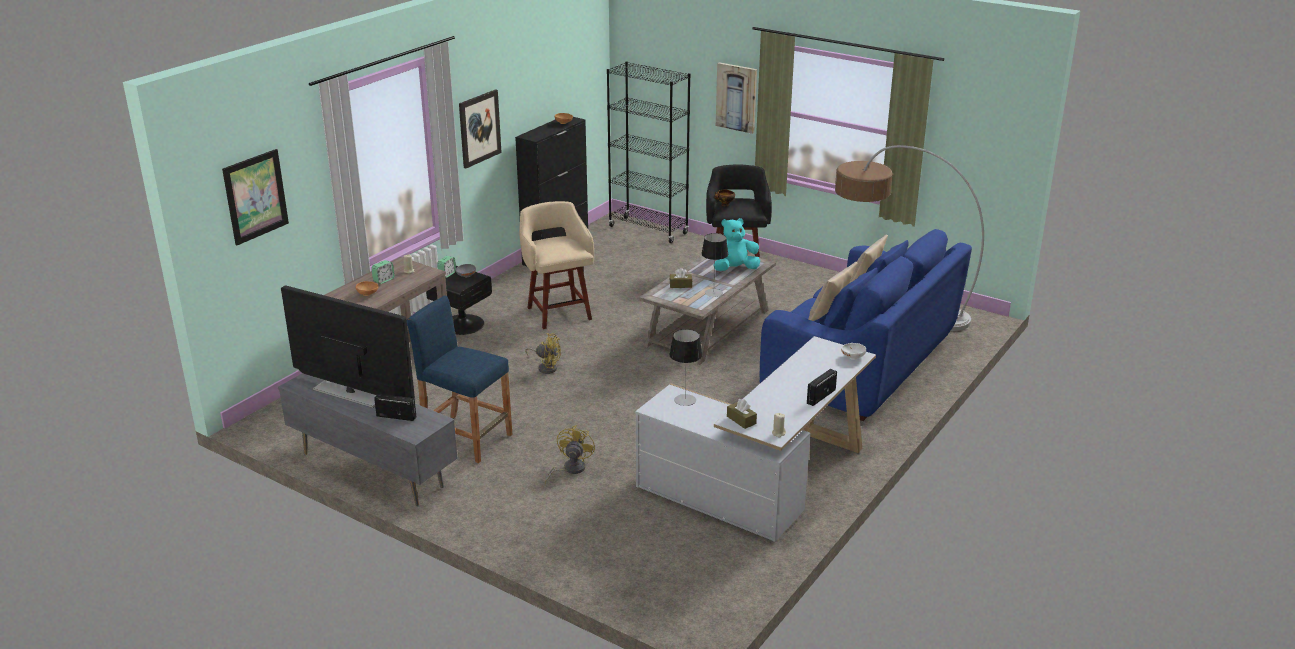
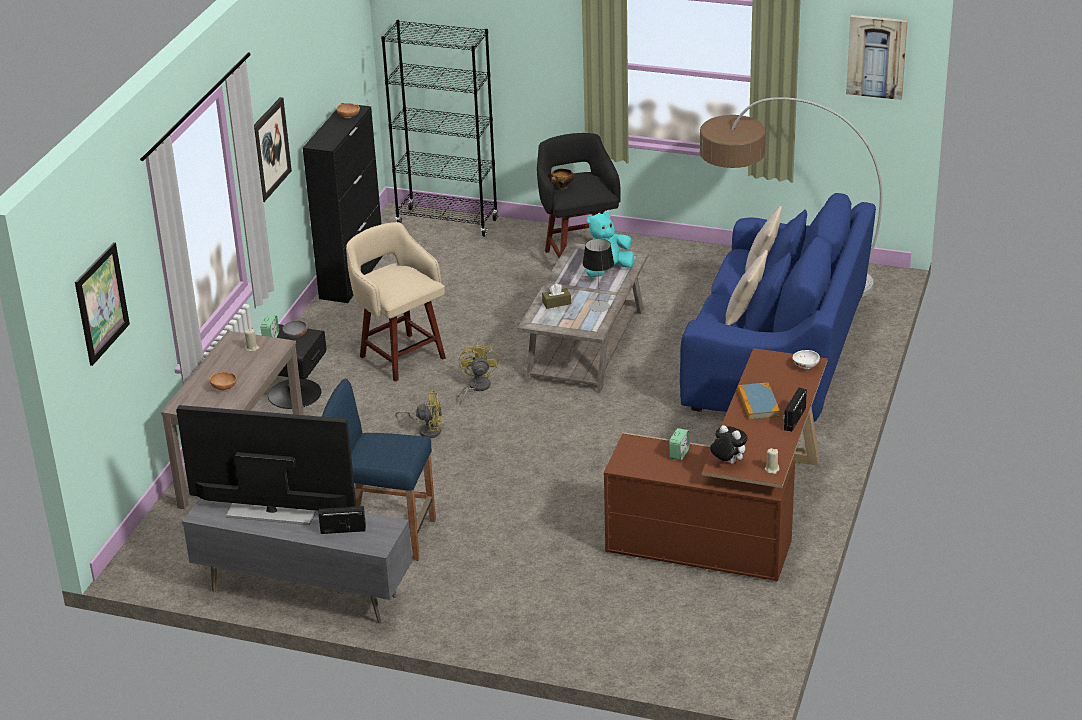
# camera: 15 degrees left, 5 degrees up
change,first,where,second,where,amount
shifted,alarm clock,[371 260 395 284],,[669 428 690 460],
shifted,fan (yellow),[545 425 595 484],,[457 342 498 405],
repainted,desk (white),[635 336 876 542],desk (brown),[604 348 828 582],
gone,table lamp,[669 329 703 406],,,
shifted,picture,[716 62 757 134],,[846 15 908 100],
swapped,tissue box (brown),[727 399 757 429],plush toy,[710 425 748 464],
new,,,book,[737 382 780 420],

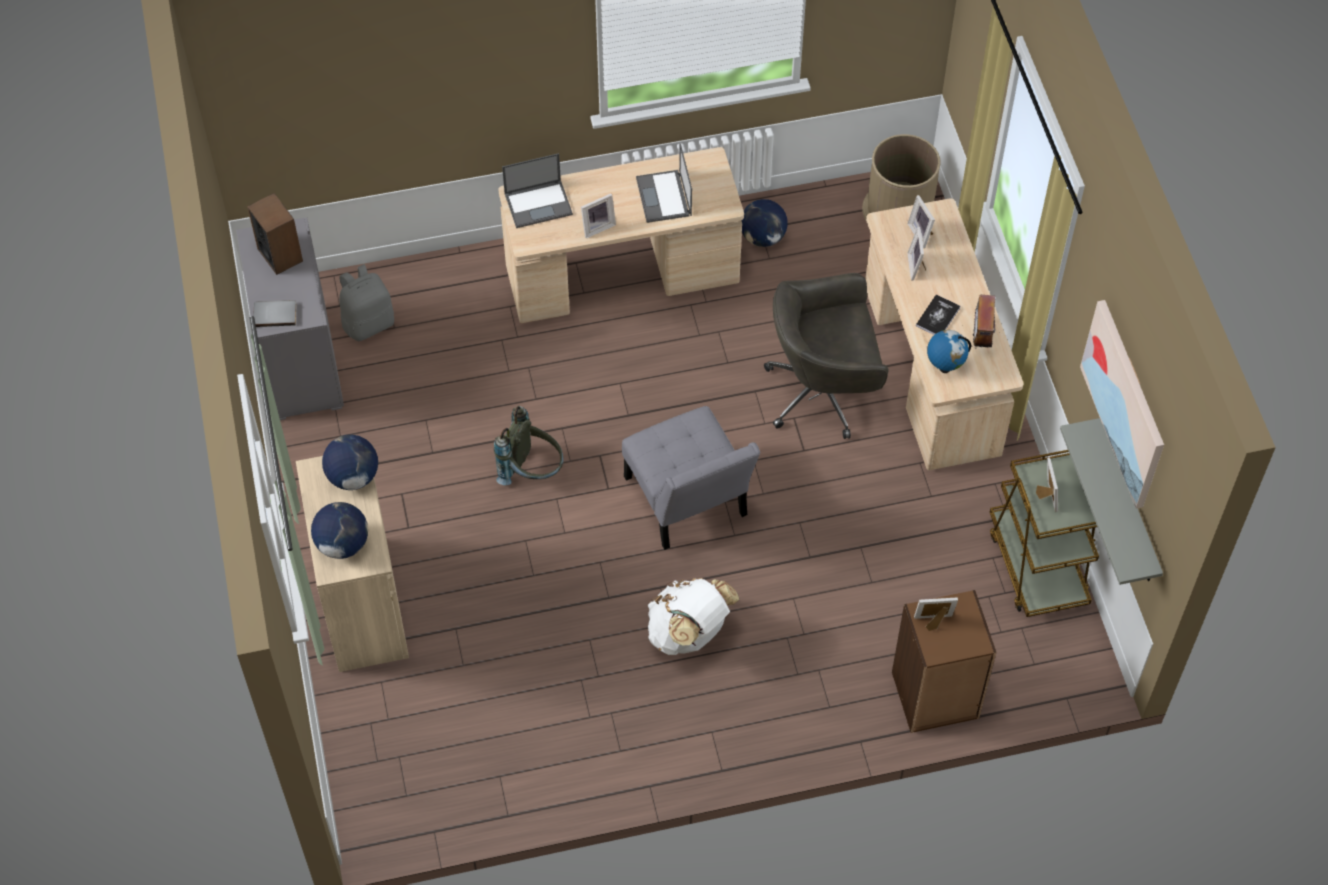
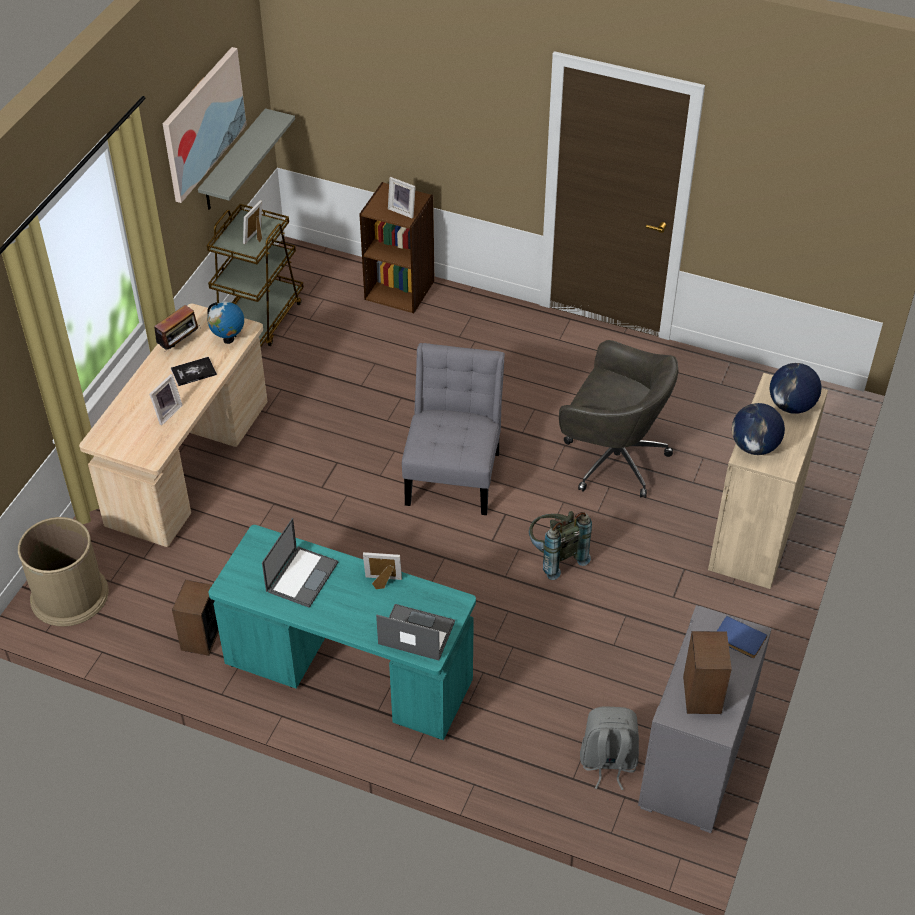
# camera: 145 degrees left, 10 degrees down
change,first,where,second,where,amount
repainted,book (grey),[253 300 297 327],book (blue),[717 616 767 658],
repainted,desk (beige),[499 147 744 323],desk (turquoise),[209 525 476 740],
gone,backpack (white),[647 578 739 655],,,
swapped,globe,[741 199 788 247],speaker,[172 580 219 656],
shifted,office chair (grey),[764 273 889 439],,[559 340 679 498],
gone,picture frame,[907 195 935 248],,,

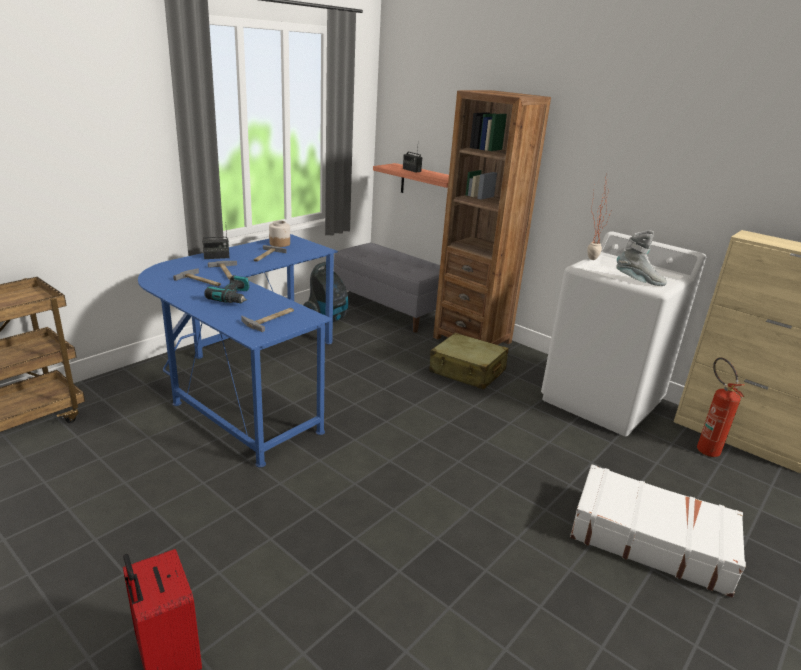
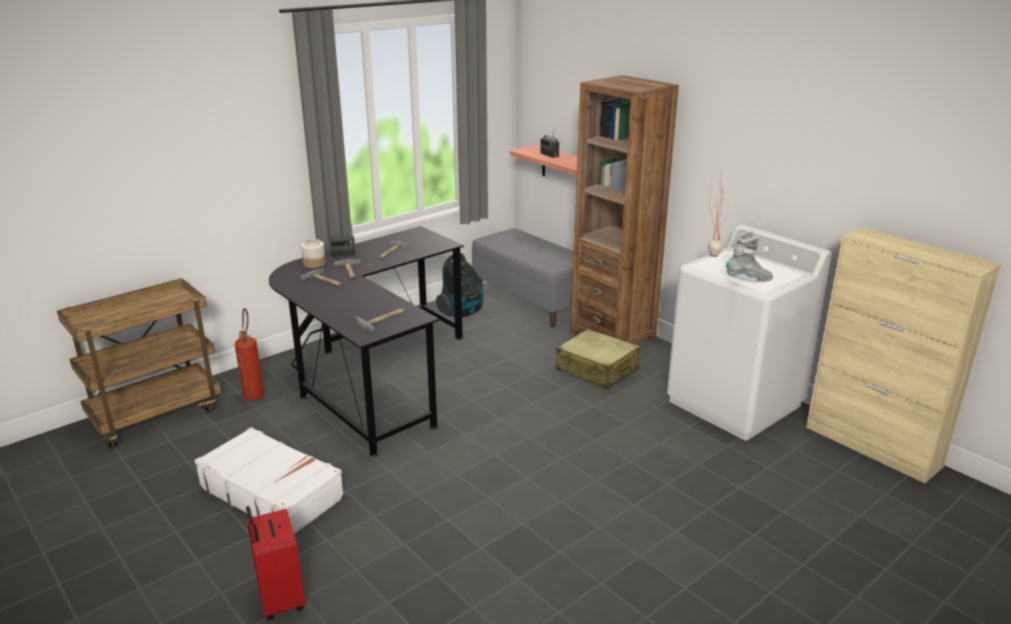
# camera: 10 degrees right, 0 degrees up
change,first,where,second,where,amount
repainted,desk (blue),[138 234 338 467],desk (black),[269 226 464 457],
gone,power drill,[204 275 249 303],,,
shifted,jar,[269 220 290 247],,[301 239 326 268],
shifted,suitcase (white),[570 464 746 597],,[195 427 344 535],
rotated,boot (grey),[616 230 667 286],,[726 231 773 282],45 degrees counterclockwise
shifted,fire extinguisher,[697 357 745 457],,[235 308 264 401],

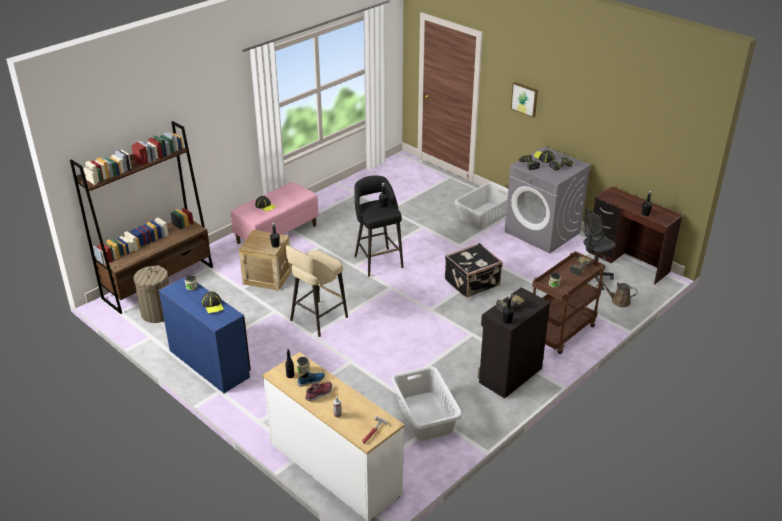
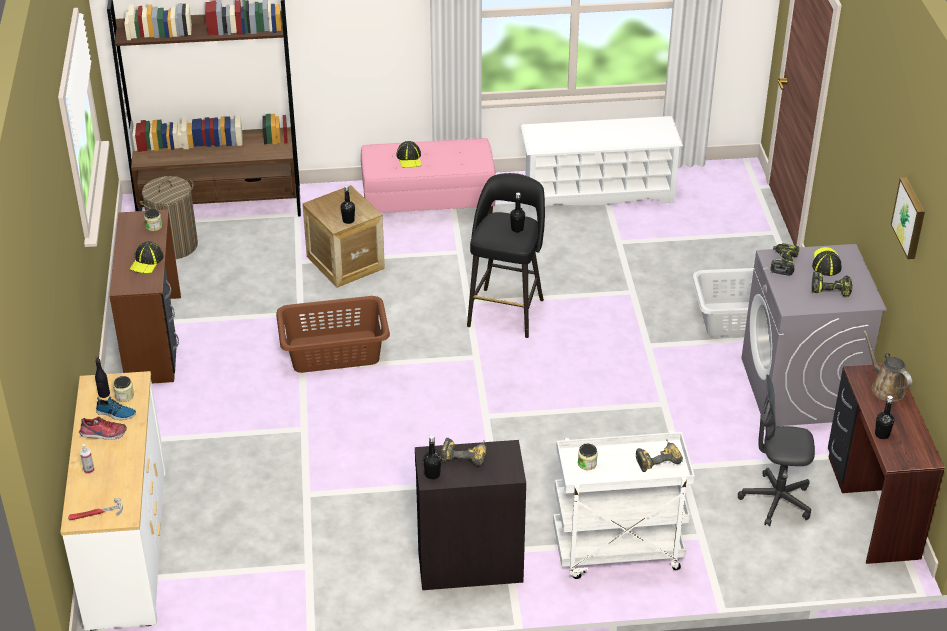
# camera: 40 degrees right, 5 degrees up
change,first,where,second,where,amount
repainted,desk (blue),[159 277 251 393],desk (brown),[109 210 181 384],
swapped,stool (beige),[286 245 348 337],laundry basket (brown),[276 296 390 373],
gone,laundry basket (grey),[392 366 462 441],,,
gone,suitcase (black),[445 243 503 298],,,
shifted,picture,[511 82 538 118],,[891 178 925 259],
repainted,cart (brown),[532 251 605 354],cart (white),[553 431 695 579],
shifted,watering can (brown),[598 277 638 307],,[863 330 912 402],
new,,,shoe rack (white),[521 116 683 212],

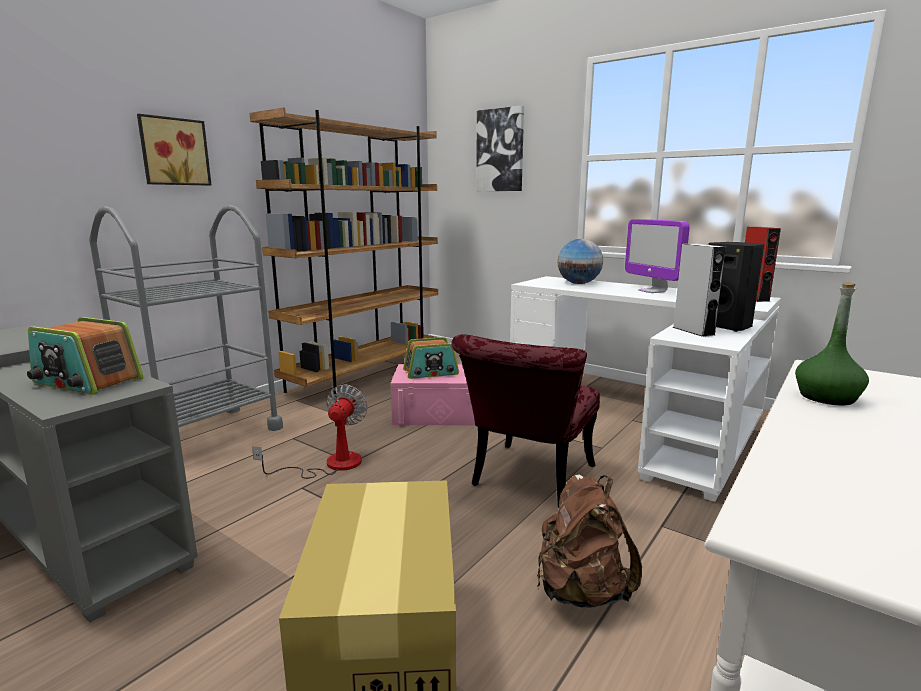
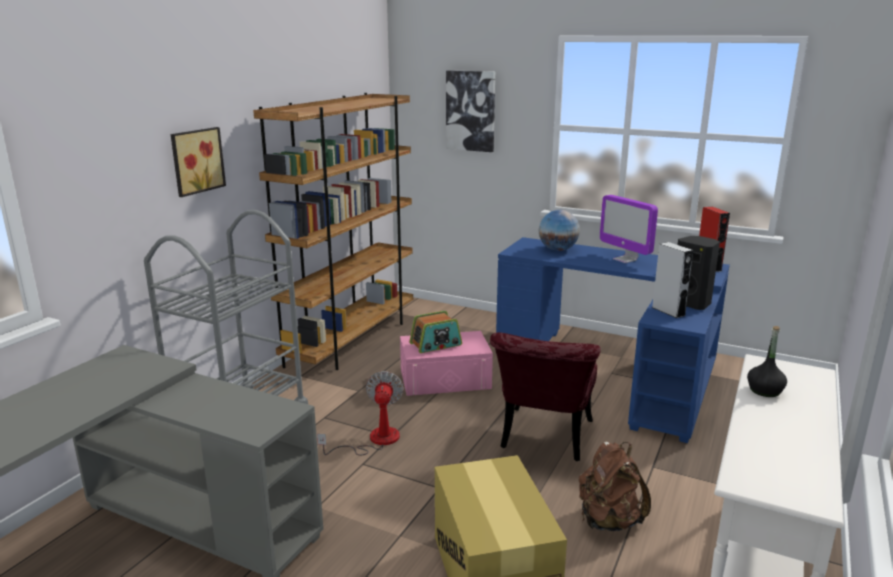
# camera: 10 degrees left, 5 degrees up
change,first,where,second,where,amount
gone,radio,[27 317 143 395],,,
repainted,desk (white),[510 276 781 502],desk (blue),[496 237 730 443],
repainted,bottle (green),[795 282 869 405],bottle (black),[747 326 787 397],

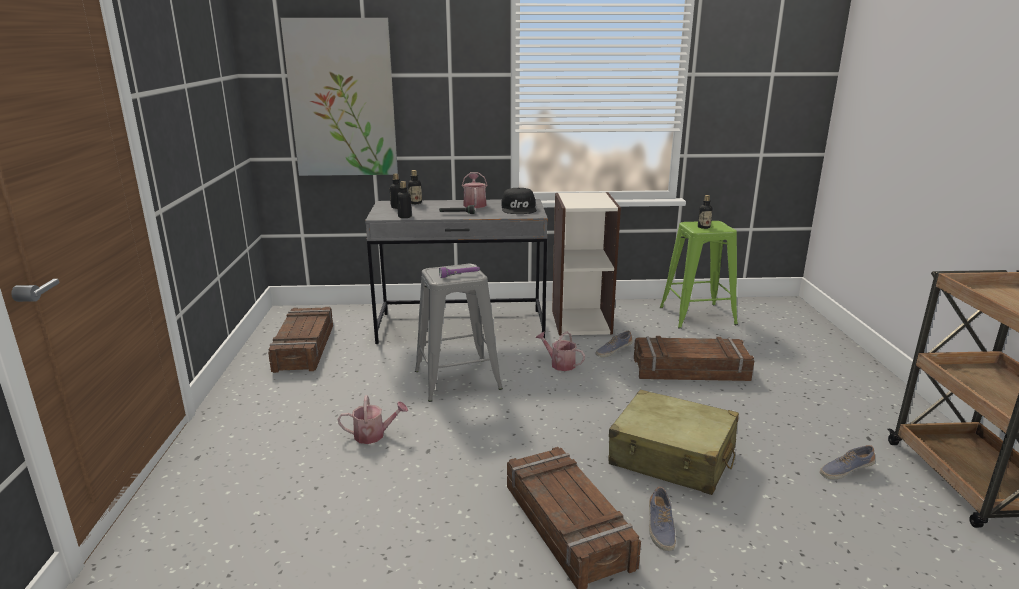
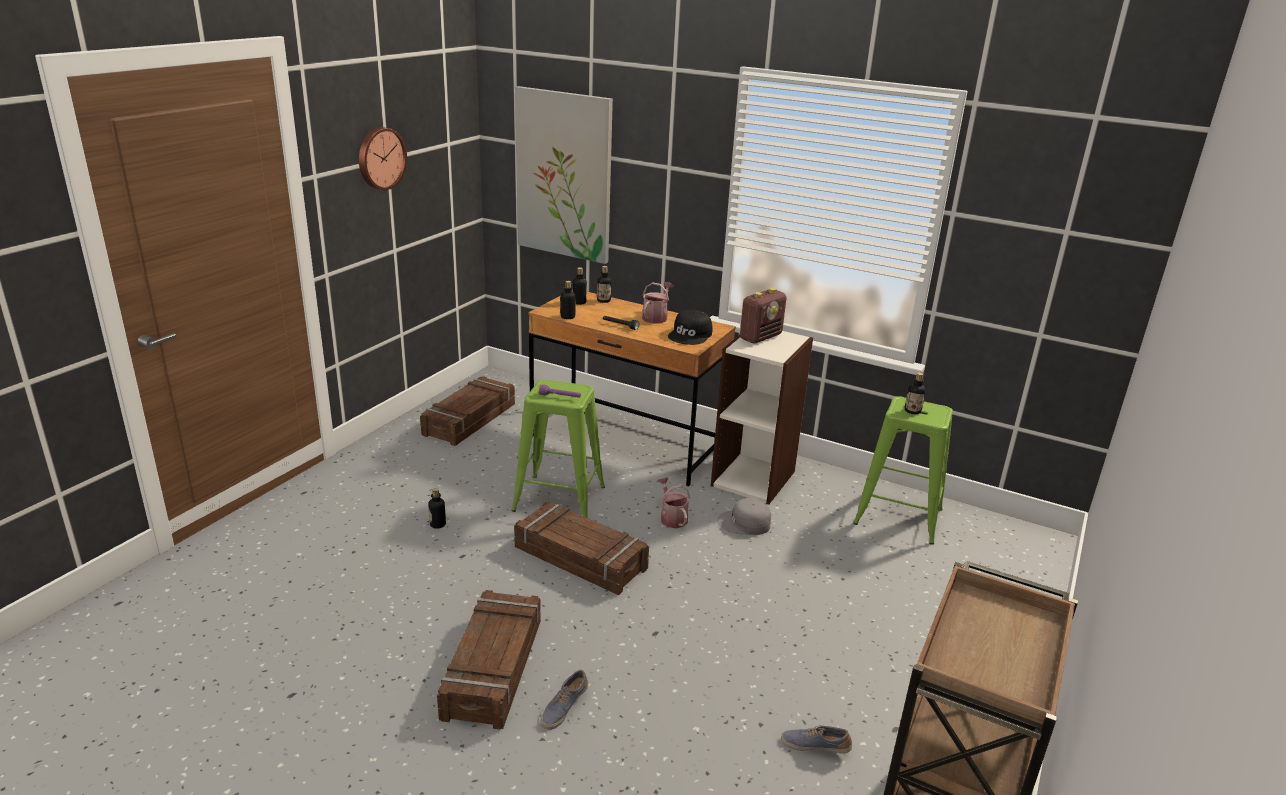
# camera: 30 degrees right, 5 degrees up
change,first,where,second,where,amount
swapped,watering can,[338 395 408 444],bottle,[428 488 446 529],
repainted,desk (grey),[365 199 548 344],desk (brown),[528 289 736 486],
repainted,stool (grey),[415 264 503 402],stool (green),[511 379 605 518],
swapped,shoe,[596 330 633 357],cap (grey),[717 498 771 535],
gone,suitcase (beige),[608 390 739 495],,,
shifted,crate,[634 336 754 381],,[514 502 649 595],
new,,,wall clock,[359 127 407 190],
new,,,radio,[740 288 786 344],

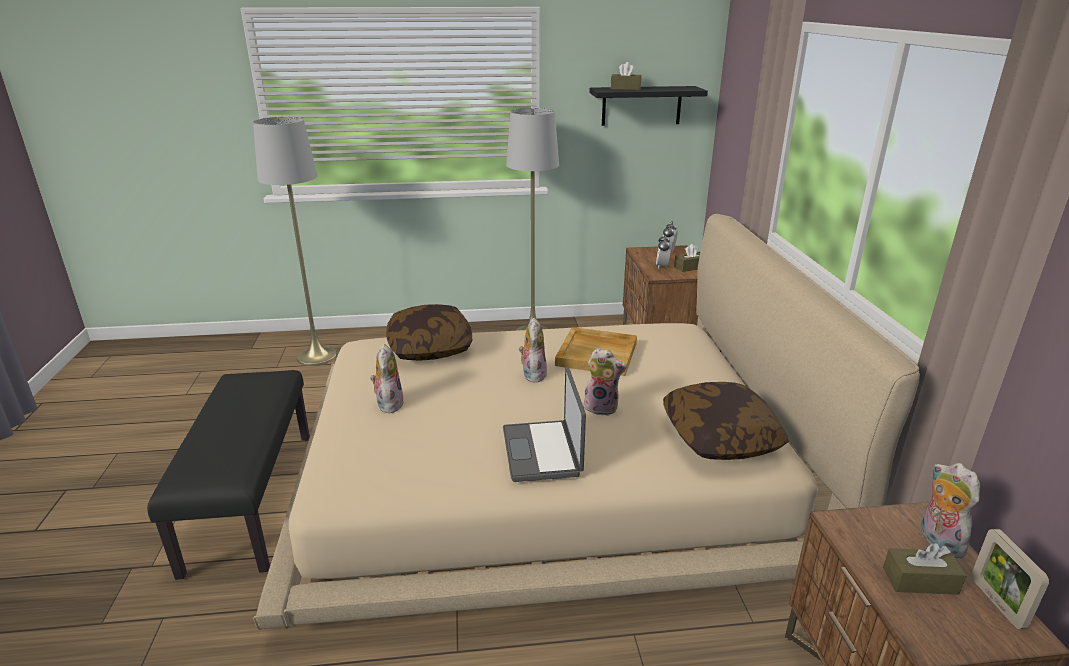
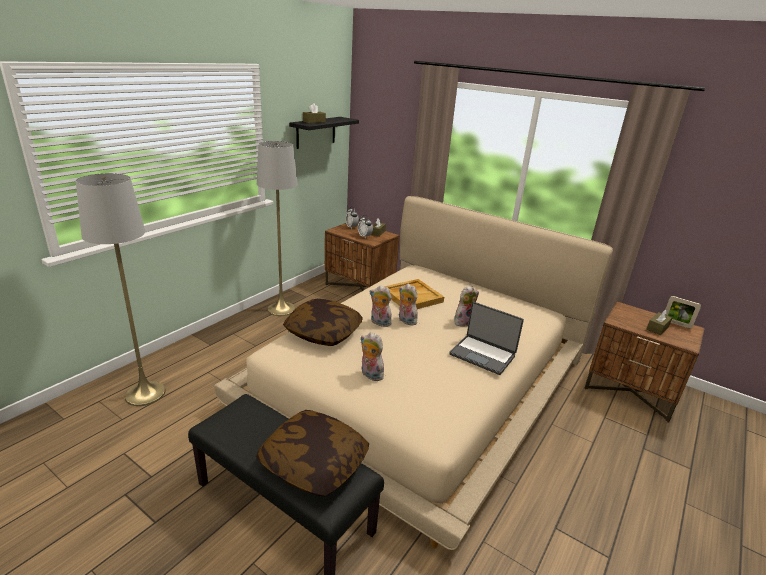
# camera: 50 degrees left, 0 degrees up
change,first,where,second,where,amount
shifted,pillow,[663 382 789 460],,[256 410 369 497],
shifted,plush toy,[921 463 980 558],,[370 285 392 327],

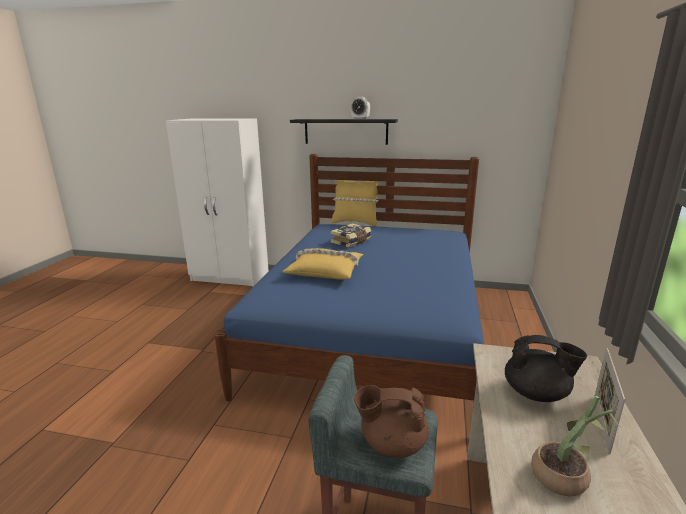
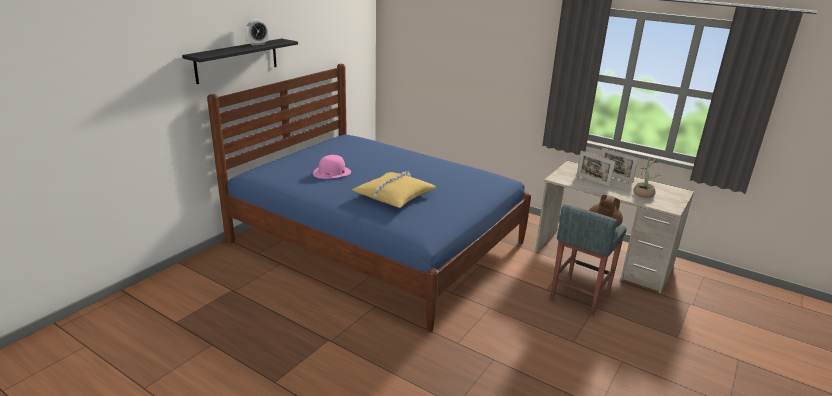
# camera: 70 degrees left, 5 degrees up
change,first,where,second,where,amount
gone,wardrobe (white),[166 119 269 286],,,
swapped,book,[330 224 371 247],hat (pink),[313 155 351 179],
gone,pillow (yellow),[331 180 379 227],,,
swapped,teapot (black),[505 335 587 402],picture frame,[577 151 615 187],

